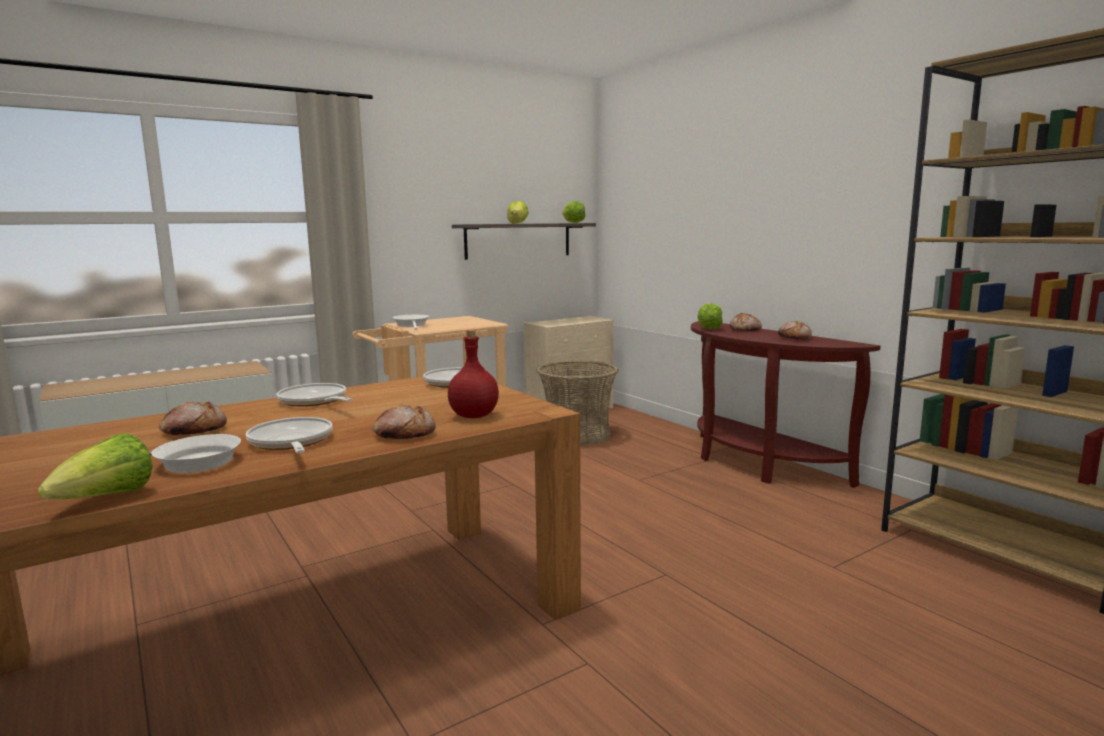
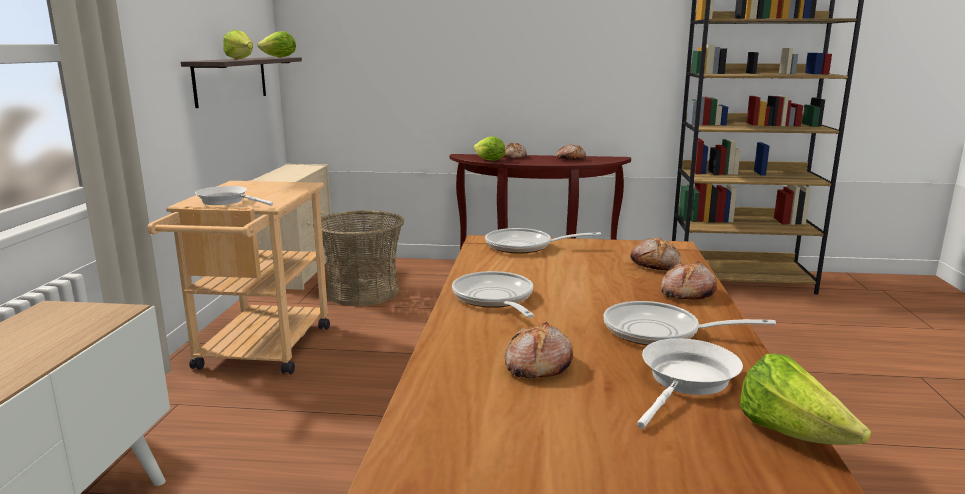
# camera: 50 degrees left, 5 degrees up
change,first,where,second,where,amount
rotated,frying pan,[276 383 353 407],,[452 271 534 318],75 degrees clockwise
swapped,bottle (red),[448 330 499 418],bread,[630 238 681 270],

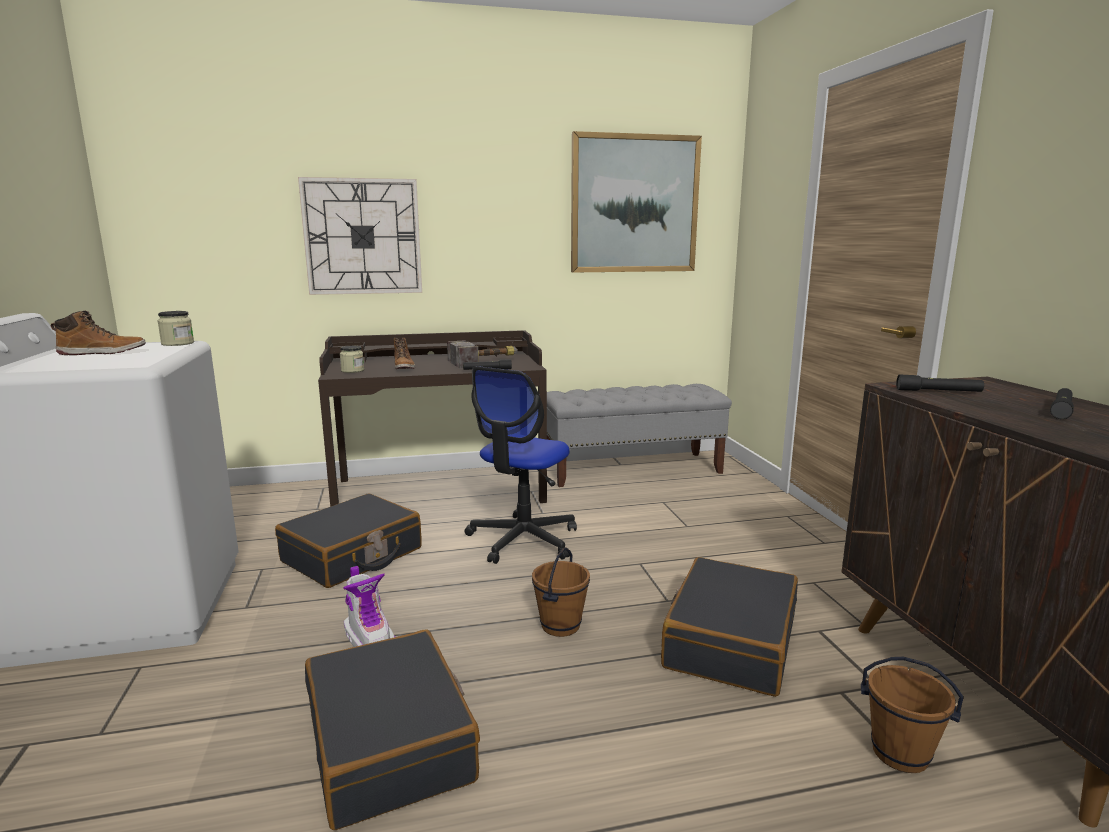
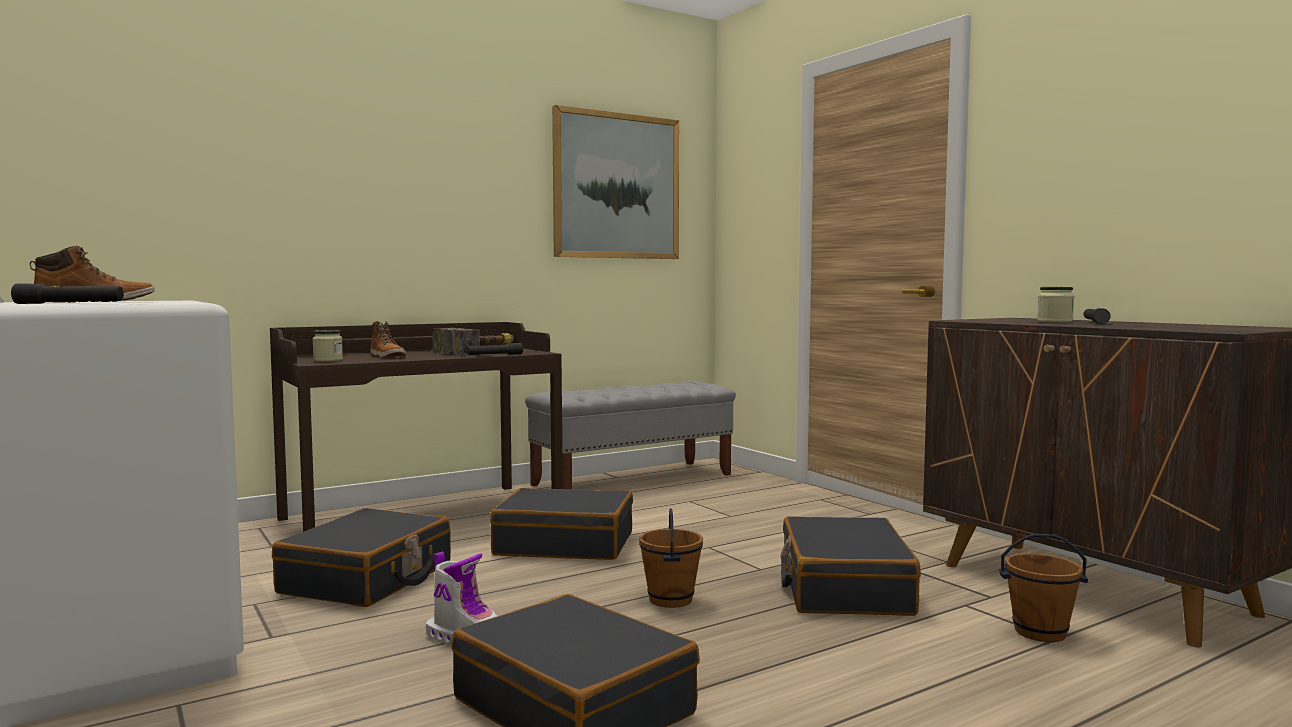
# camera: 20 degrees left, 10 degrees down
change,first,where,second,where,amount
shifted,jar,[157 311 194 346],,[1037 287 1074 323],
gone,wall clock,[298 177 422 295],,,
swapped,office chair,[465 366 577 564],suitcase (black),[490 488 633 560],
shifted,flashlight (black),[896 374 984 392],,[11 284 124 304],

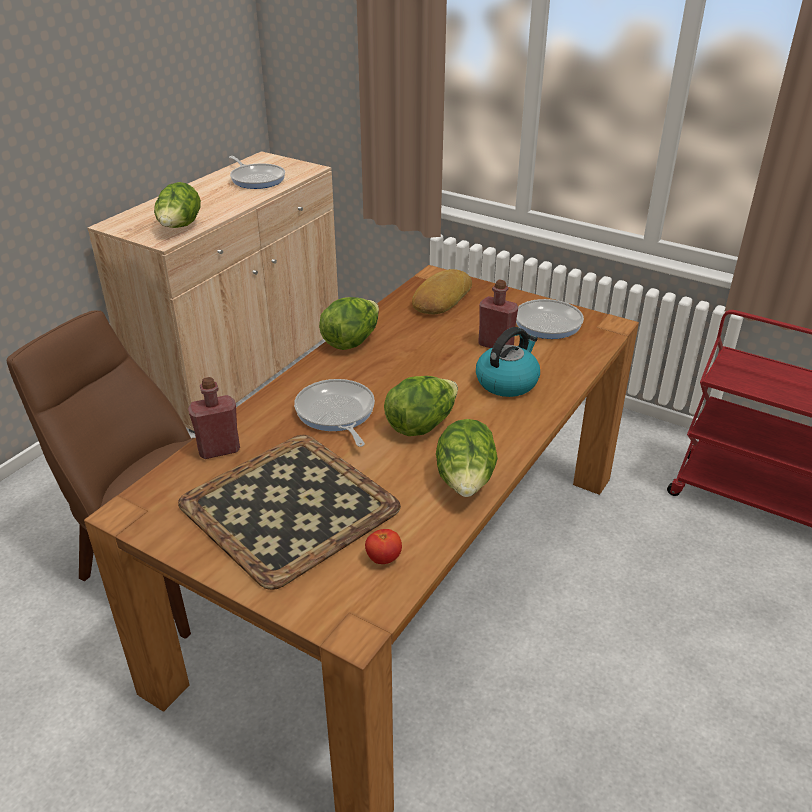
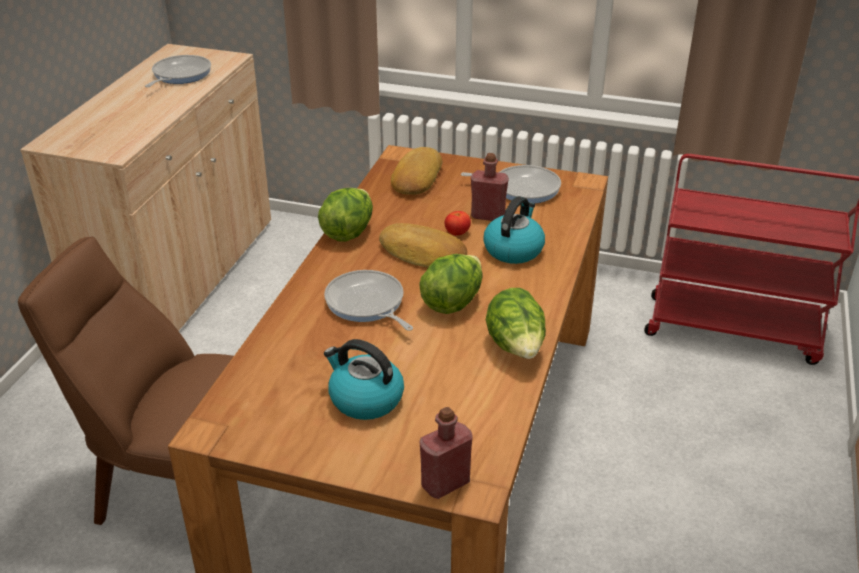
# camera: 15 degrees left, 0 degrees up
change,first,where,second,where,amount
gone,lettuce,[154 182 201 228],,,
swapped,tray,[178 435 401 590],kettle,[324 339 404 420],
shifted,bottle (red),[188 377 240 459],,[420 407 473 499],
rotated,frying pan,[229 156 285 189],,[145 55 211 87],105 degrees counterclockwise
shifted,tomato,[365 529 402 564],,[444 211 471 235],
new,,,bread,[379 223 467 268],

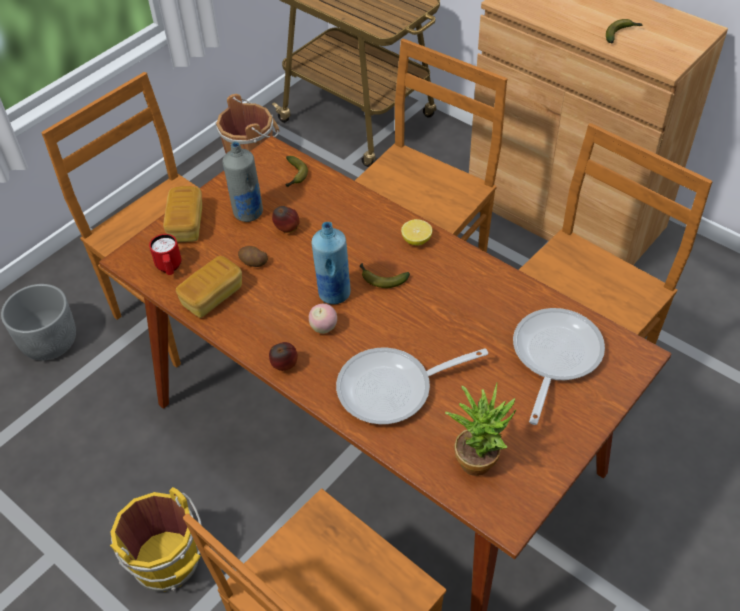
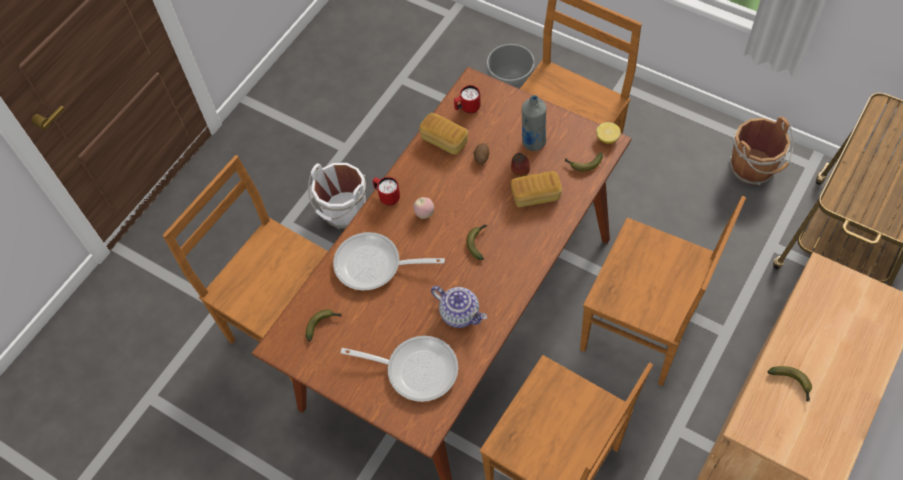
# camera: 85 degrees right, 10 degrees up
change,first,where,second,where,amount
repainted,bucket (yellow),[110 487 202 592],bucket (white),[308 163 366 229],
shifted,bread,[163 186 202 242],,[511 171 562 207],
swapped,apple,[269 342 298 371],mug (red),[373 177 400 206],
gone,bottle (blue),[312 222 350 304],,,
rotated,frying pan,[336 348 488 424],,[333 232 445 290],60 degrees counterclockwise
shifted,lemon,[401 219 432 245],,[596 122 621 144],
swapped,potted plant,[445 383 516 476],banana,[306 309 342 341],
new,,,teapot,[431 286 487 328],

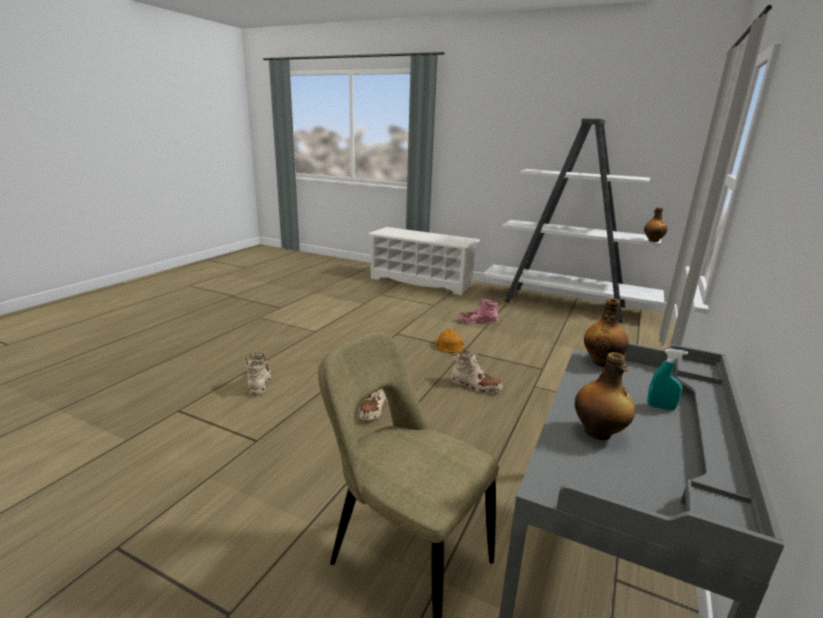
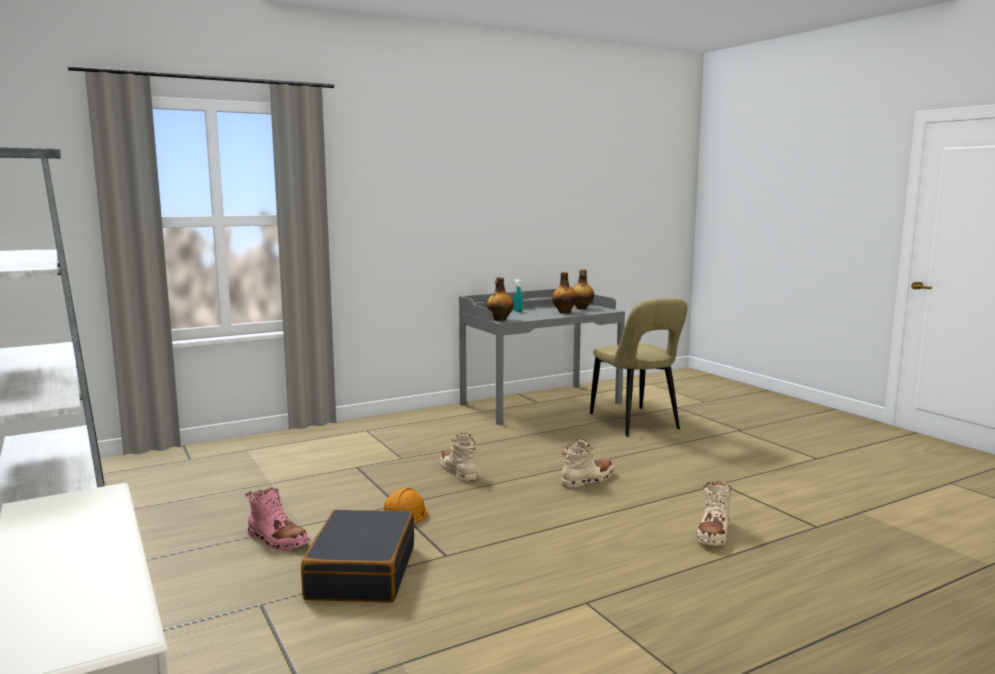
# camera: 145 degrees left, 10 degrees down
change,first,where,second,where,amount
shifted,bottle,[644 207 667 242],,[572 270 594 309],
new,,,suitcase (black),[301 510 414 602],

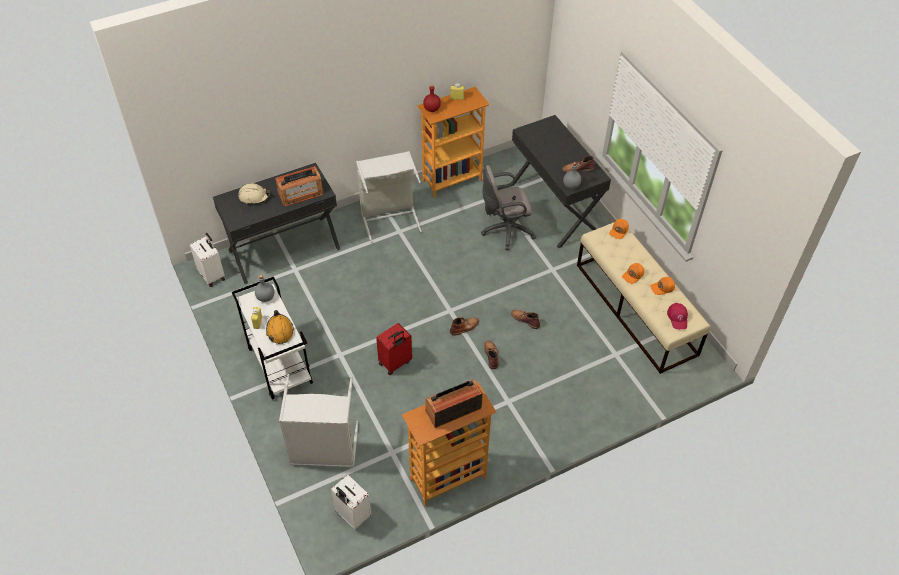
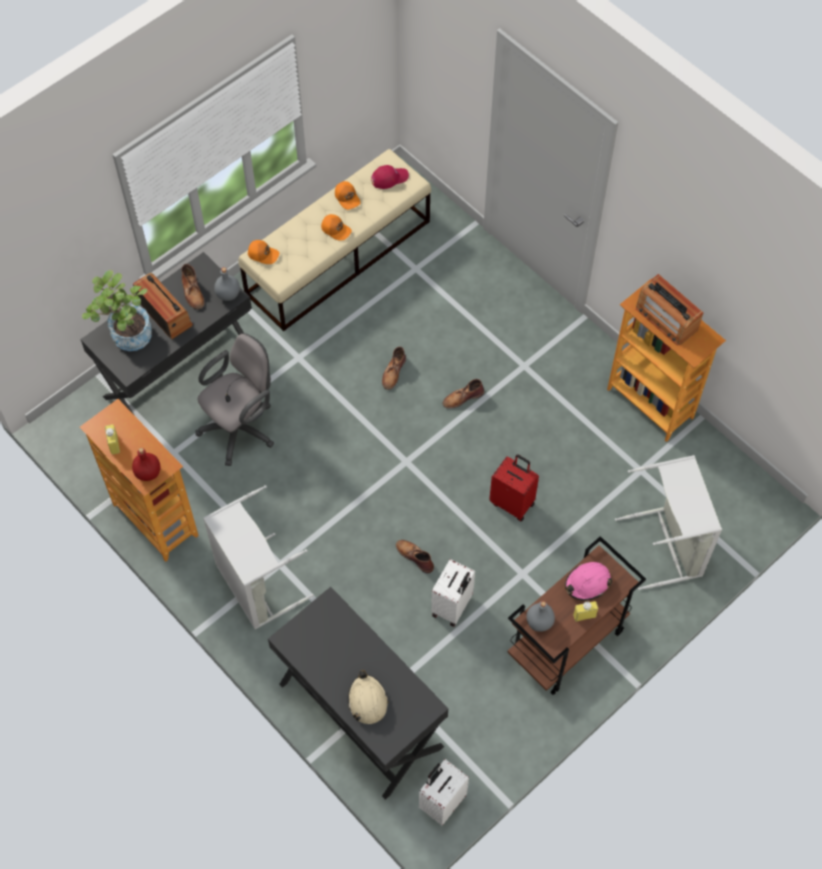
# camera: 105 degrees left, 10 degrees up
change,first,where,second,where,amount
repainted,cart (white),[232 277 313 400],cart (brown),[508 536 646 695],
repainted,hard hat (orange),[266 310 294 344],hard hat (pink),[565 562 612 601],
shifted,radio,[275 166 323 207],,[133 273 193 340],
shifted,suitcase (white),[331 475 371 529],,[431 559 475 627],
shifted,boot (brown),[450 317 479 336],,[396 540 434 573],
rotated,office chair (grey),[481 165 536 250],,[195 333 274 466],105 degrees counterclockwise
new,,,potted plant,[82 270 152 351],

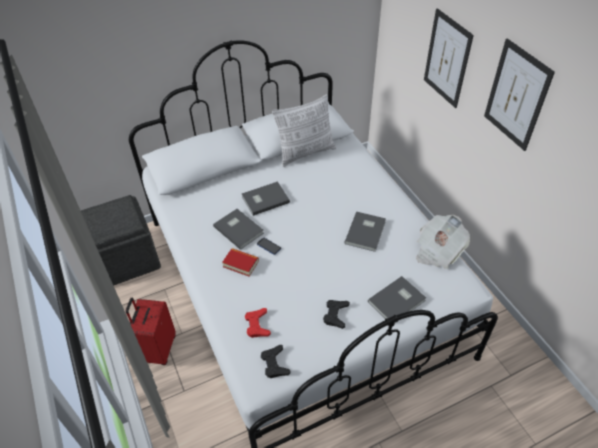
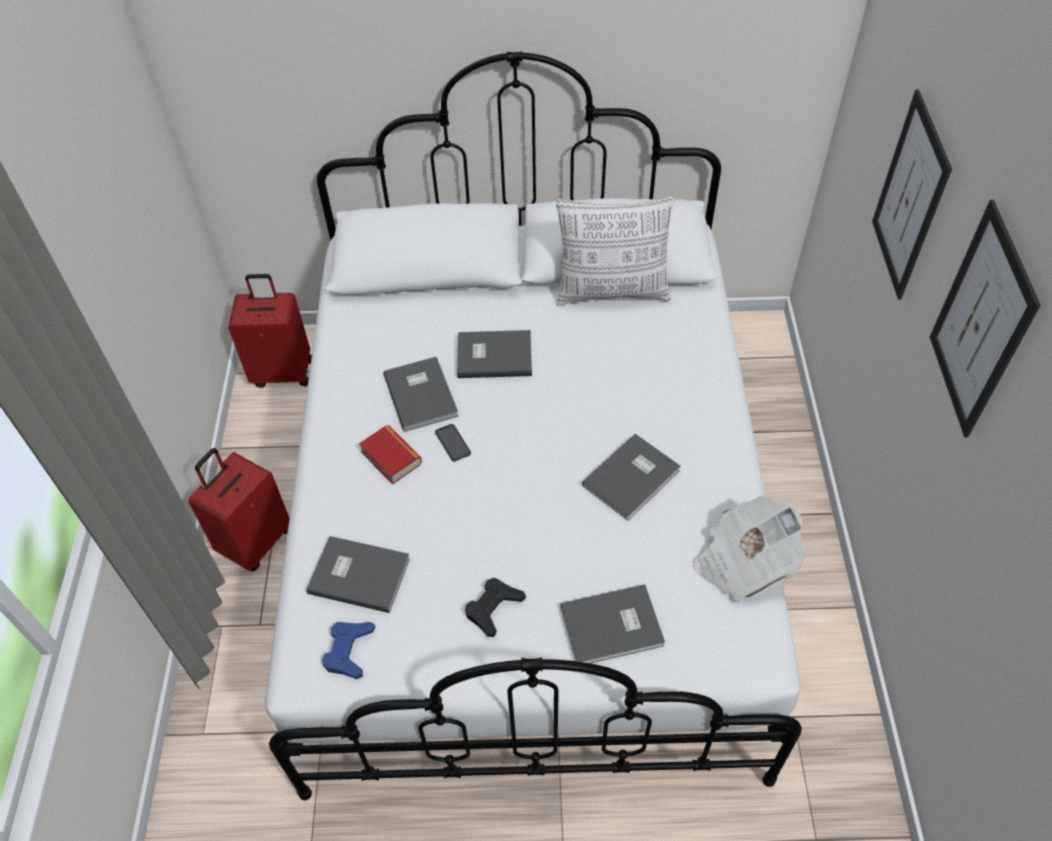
# camera: 25 degrees right, 5 degrees up
change,first,where,second,where,amount
swapped,ottoman (grey),[81 195 161 286],suitcase (red),[228 274 312 388],
swapped,game controller (red),[245 308 271 338],book (grey),[306 536 410 613],
repainted,game controller (black),[261 345 291 378],game controller (blue),[322 622 376 679],

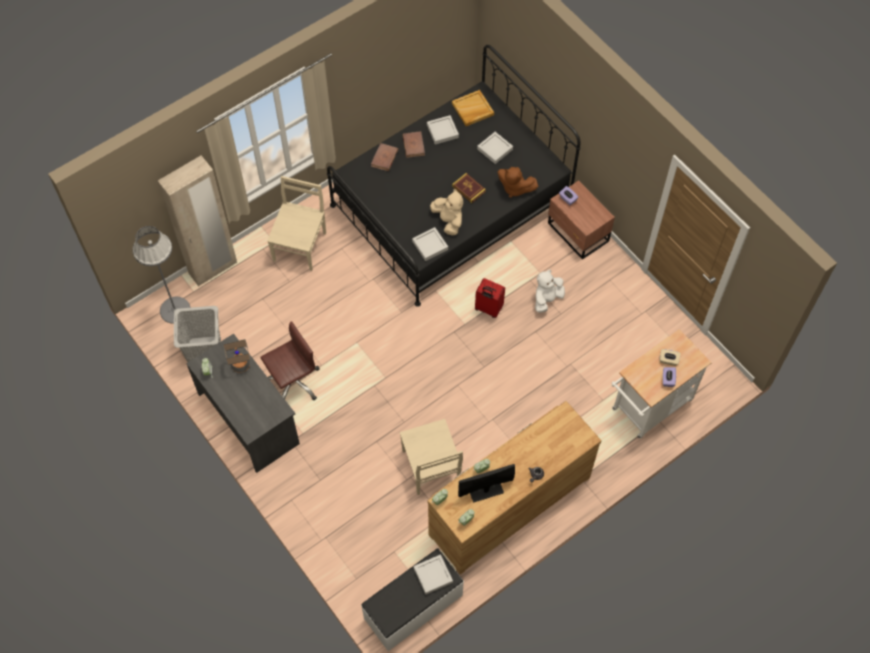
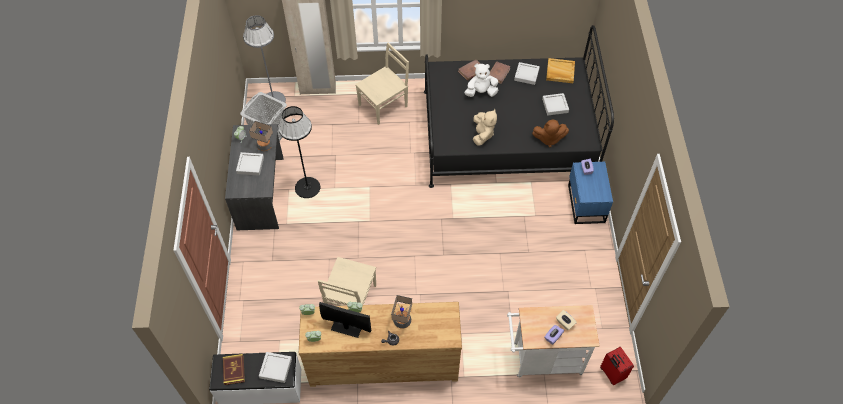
# camera: 35 degrees right, 5 degrees down
change,first,where,second,where,amount
swapped,office chair (brown),[260 321 320 400],floor lamp (black),[278 106 320 198],
shifted,tray (grey),[412 227 448 261],,[236 152 264 176],
shifted,book,[452 173 486 203],,[223 354 245 385],
shifted,suitcase (red),[475 278 505 318],,[600 347 634 385],
rotated,plush toy (brown),[498 167 538 198],,[532 120 569 147],60 degrees counterclockwise
shifted,plush toy (white),[535 270 565 313],,[464 64 499 97],
repainted,nightstand (brown),[548 181 615 260],nightstand (blue),[568 162 613 224],
new,,,table lamp,[391 295 412 329],

